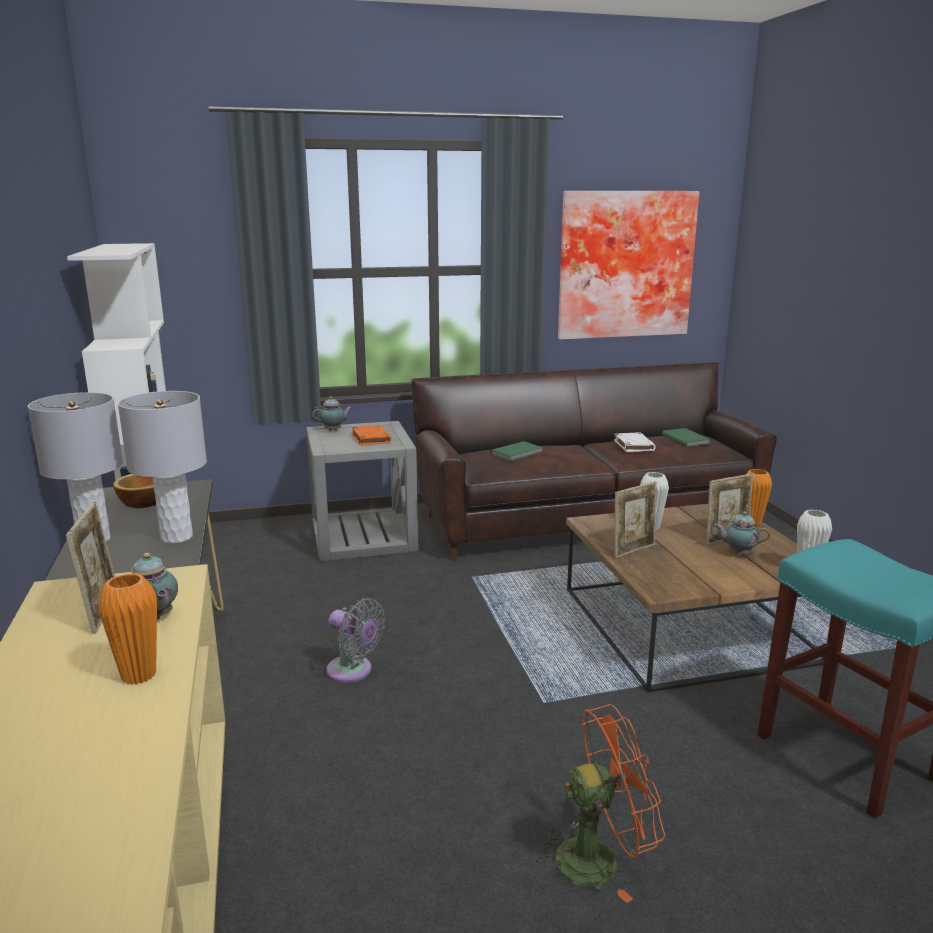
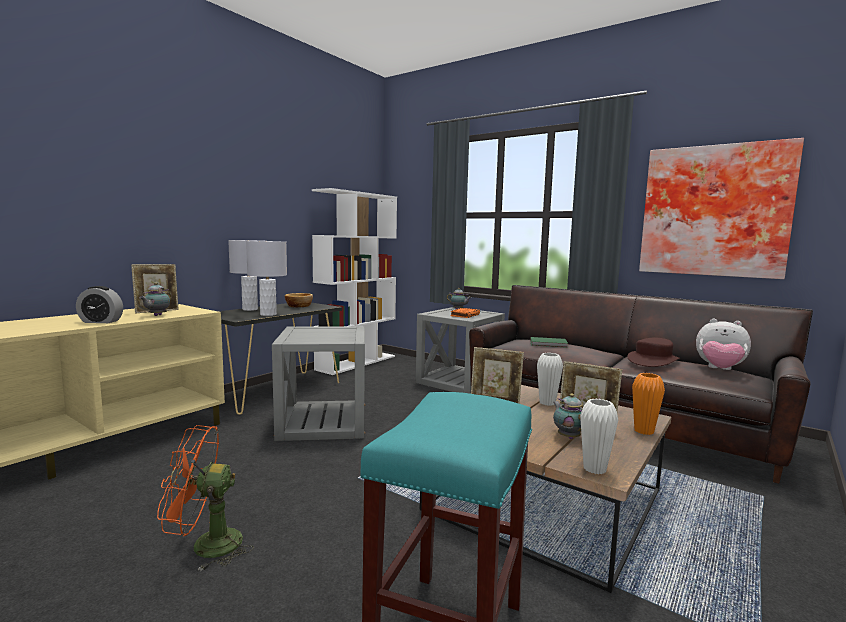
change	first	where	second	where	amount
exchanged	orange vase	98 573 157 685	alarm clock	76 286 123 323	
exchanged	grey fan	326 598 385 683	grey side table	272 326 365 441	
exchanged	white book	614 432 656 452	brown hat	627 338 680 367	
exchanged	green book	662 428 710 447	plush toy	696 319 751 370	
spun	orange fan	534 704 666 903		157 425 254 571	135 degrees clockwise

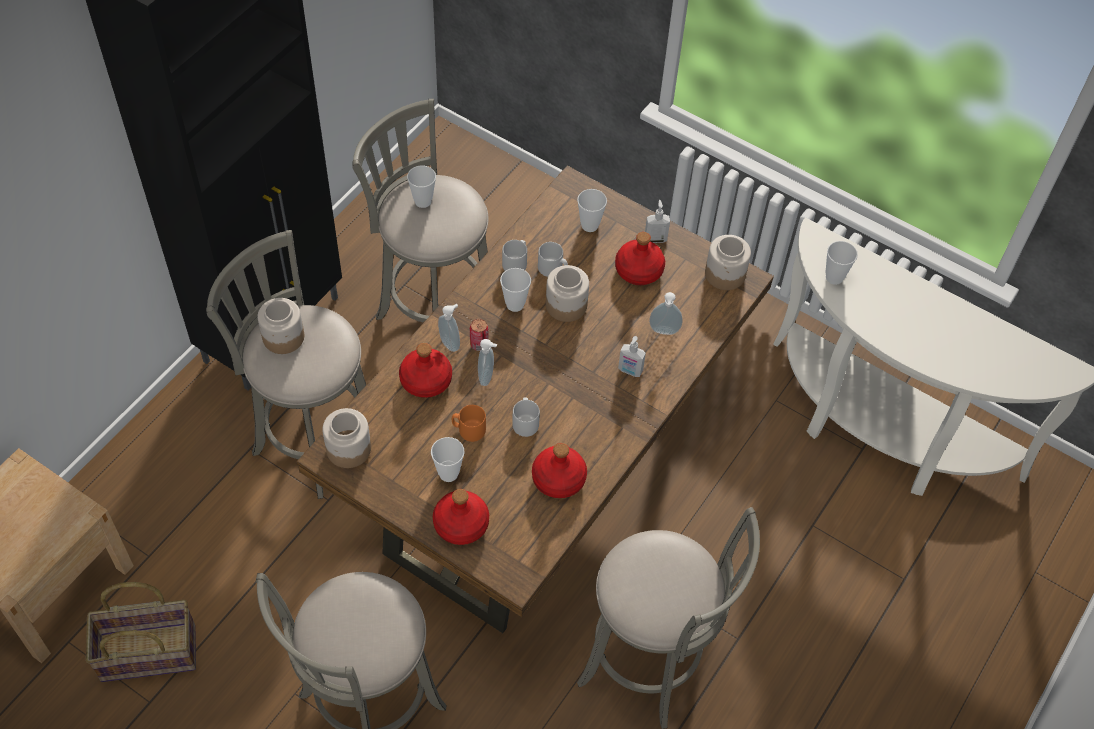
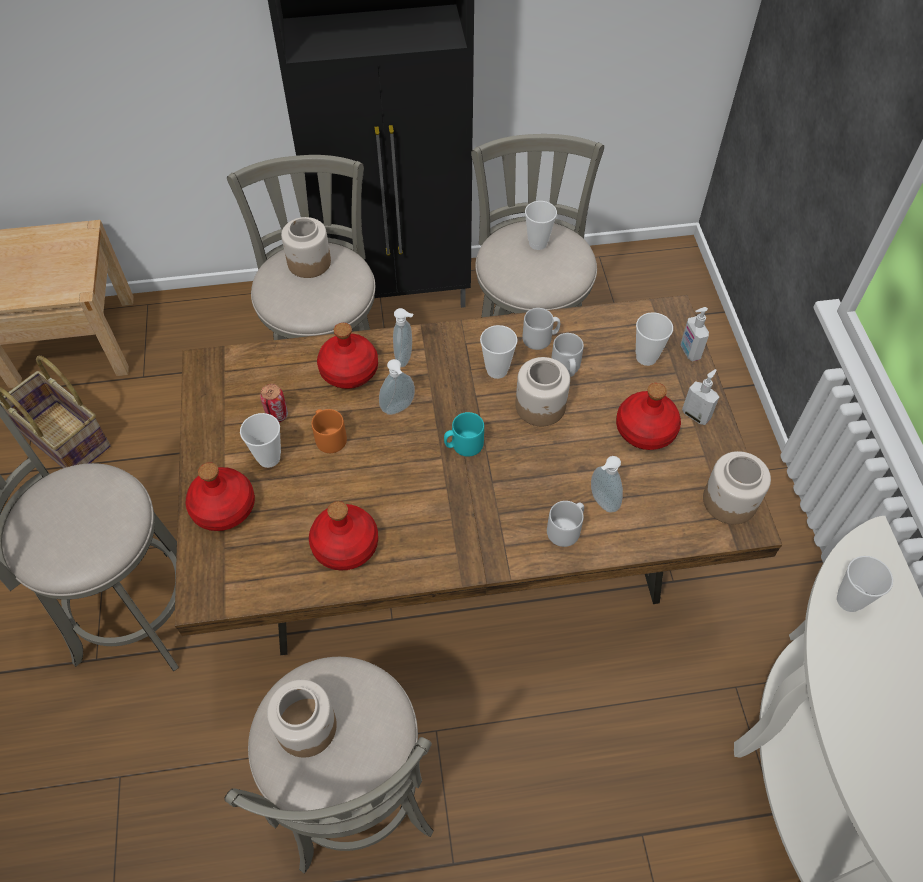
change	first	where	second	where	amount
appeared			turquoise mug	444 412 484 457	
relocated	jar	322 408 371 468		267 679 337 757	
relocated	can	470 319 489 351		260 384 288 423	
relocated	grey mug	512 397 540 437		547 501 584 547	
relocated	soap dispenser	618 336 646 377		681 307 709 362	

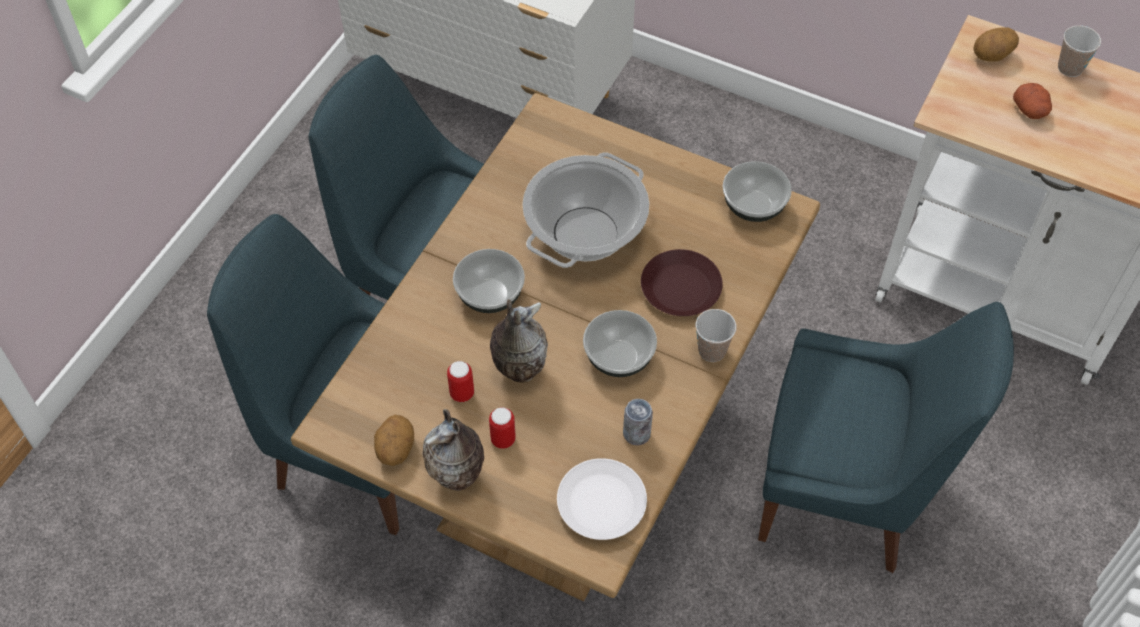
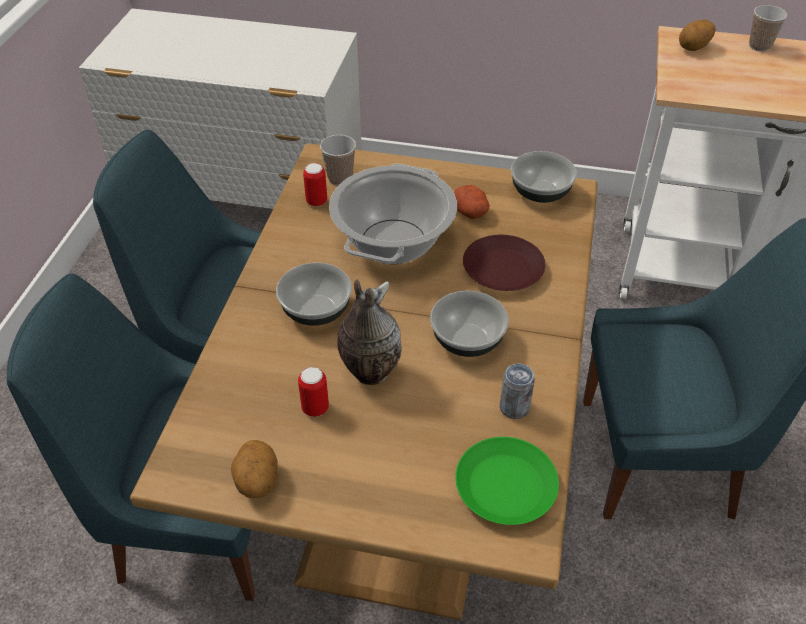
change	first	where	second	where	amount
missing	vase	422 409 484 491			
relocated	can	489 407 516 449		303 163 327 206	
relocated	cup	695 309 737 362		320 135 356 185	
relocated	potato	1013 83 1052 119		454 185 490 219	
colour	white plate	557 458 647 540	green plate	455 437 559 525	

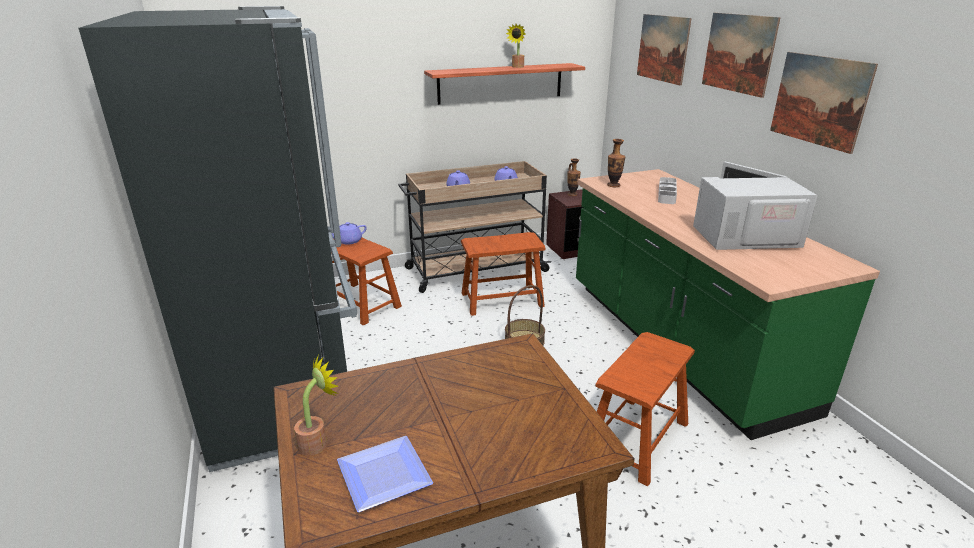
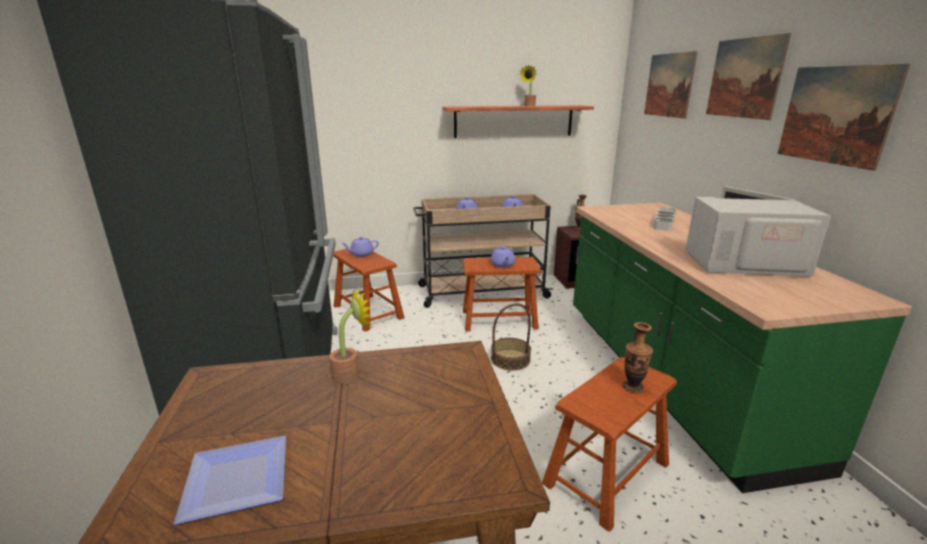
change	first	where	second	where	amount
appeared			purple teapot	491 246 515 267	
relocated	potted plant	294 355 339 456		330 287 372 383	
relocated	vase	607 139 625 187		623 322 653 393	

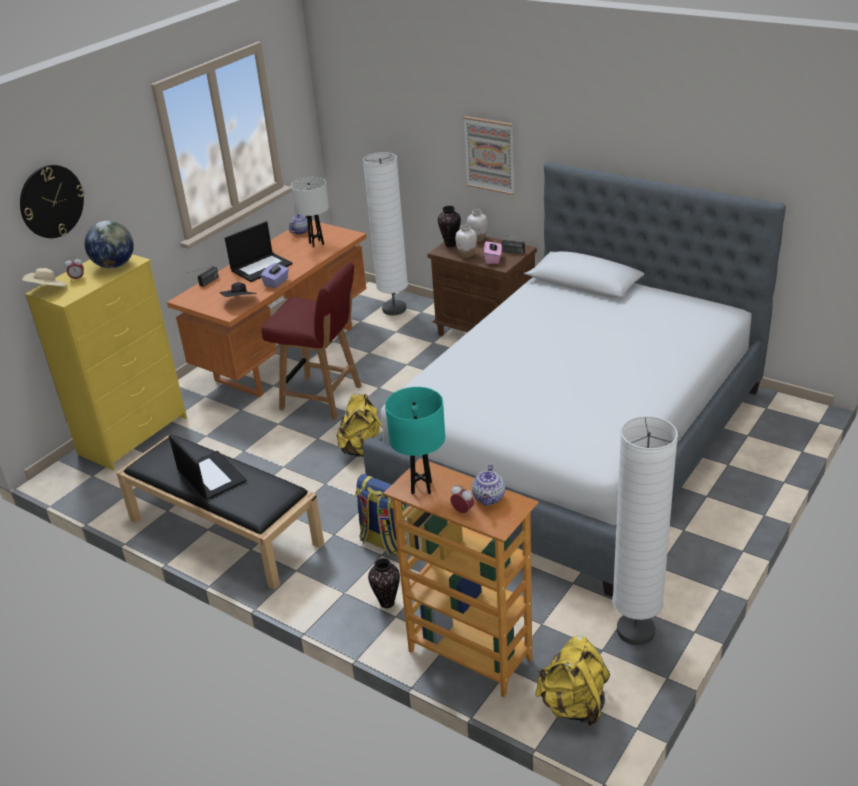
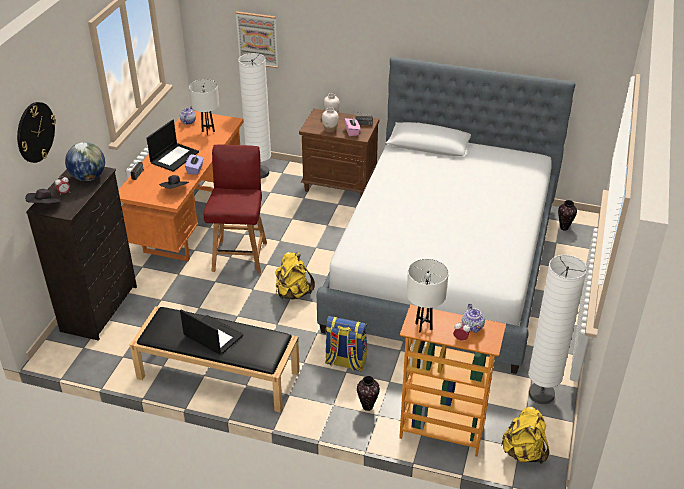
change	first	where	second	where	amount
relocated	vase	438 206 461 247		558 200 577 231	
relocated	picture	463 116 515 195		235 11 278 68	
colour	beige hat	22 268 68 287	black hat	25 189 62 204	
colour	yellow dresser	25 254 187 470	black dresser	26 167 137 341	
colour	turquoise table lamp	385 387 445 494	white table lamp	407 259 449 332	
spun	red chair	261 262 362 420		204 145 267 274	90 degrees counterclockwise

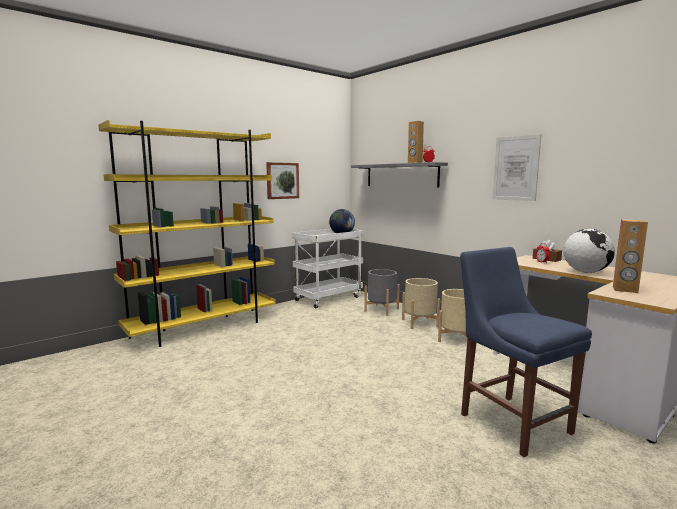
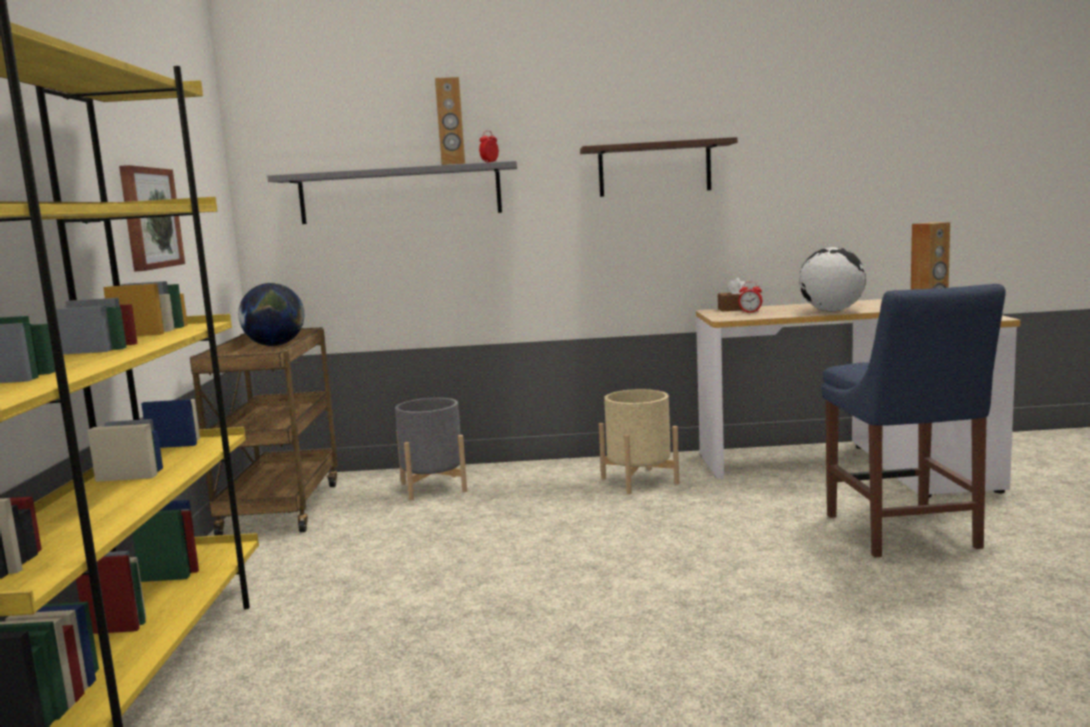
change	first	where	second	where	amount
missing	beige planter	402 278 440 329			
exchanged	picture	492 134 541 201	shelf	580 137 738 197	
colour	white cart	292 229 364 308	brown cart	190 327 338 536	
spun	blue chair	460 247 592 457		821 284 1006 557	105 degrees counterclockwise

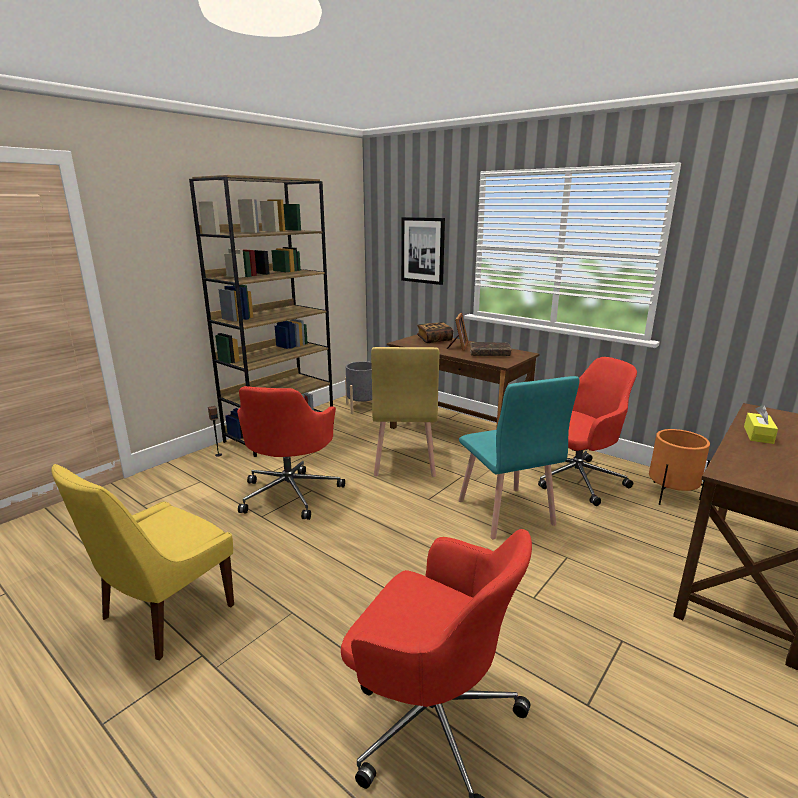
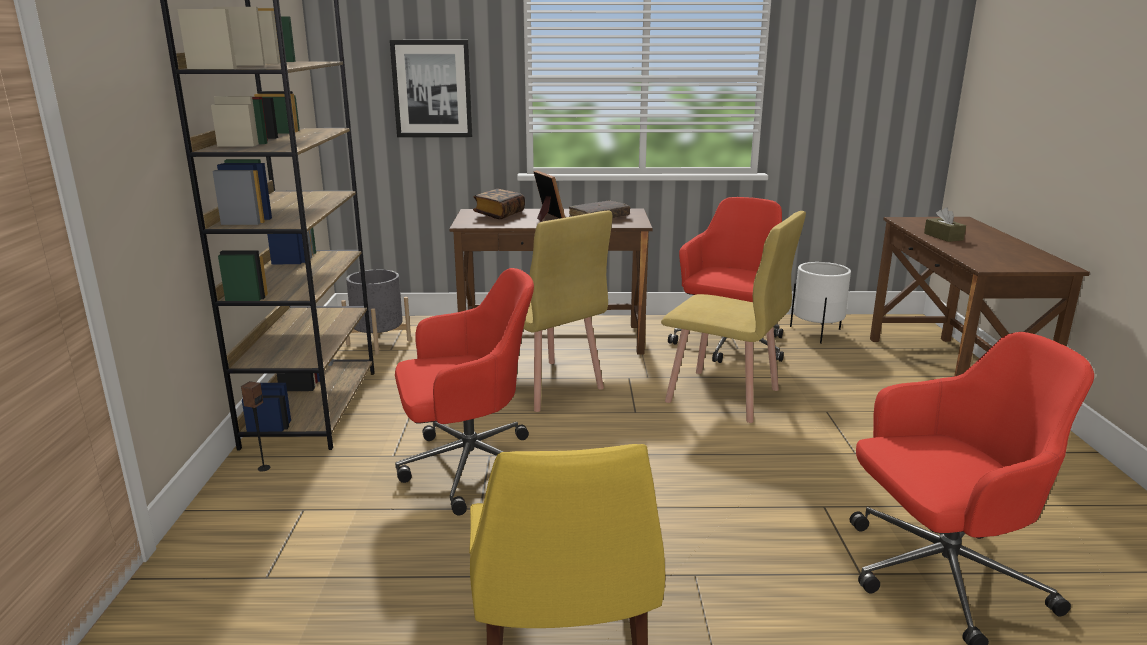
change	first	where	second	where	amount
colour	turquoise chair	458 376 580 539	yellow chair	661 211 806 423	
colour	orange planter	649 429 710 505	white planter	790 262 851 344	
colour	yellow tissue box	744 405 778 444	brown tissue box	924 207 966 242	
spun	red office chair	237 386 345 520		395 268 534 516	75 degrees counterclockwise

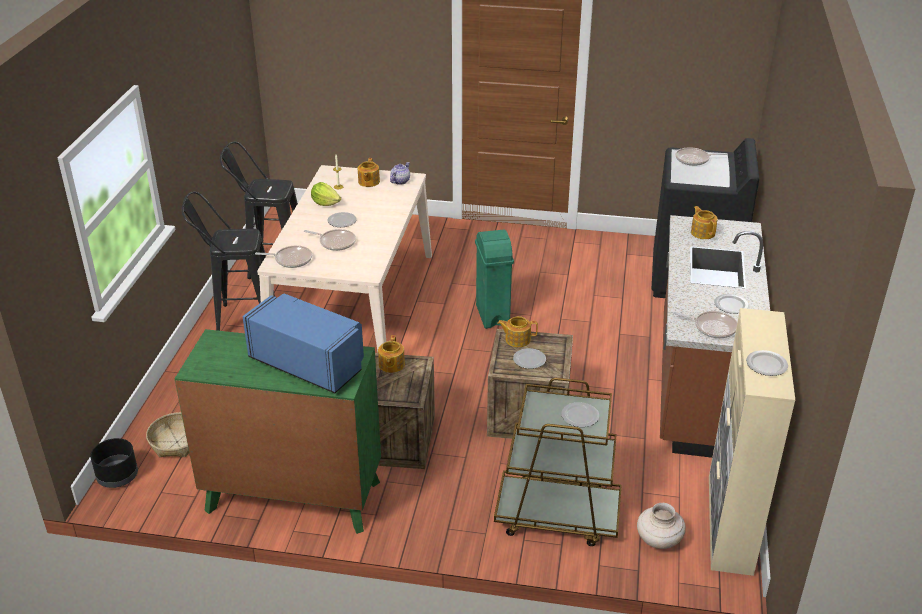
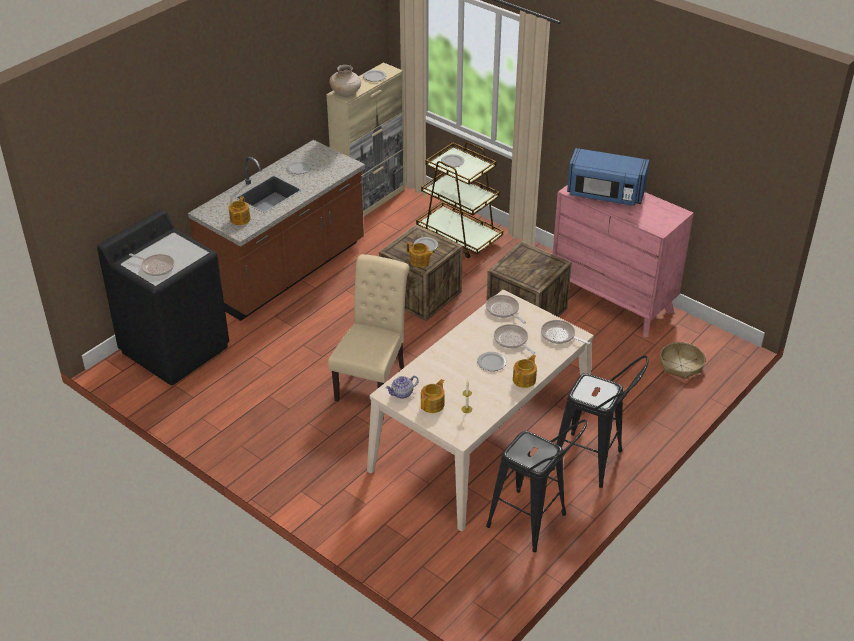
change	first	where	second	where	amount
missing	black planter	90 438 138 488			
missing	lettuce	311 182 341 206			
relocated	teapot	378 335 405 373		513 355 537 388	
relocated	beige vase	637 503 686 549		329 65 361 97	
relocated	frying pan	673 311 737 338		486 295 526 324	
exchanged	green trash can	475 230 514 329	beige chair	328 254 409 402	
colour	green dresser	174 329 381 534	pink dresser	553 185 694 337	
spun	blue microwave	242 294 364 393		567 148 649 206	45 degrees counterclockwise

